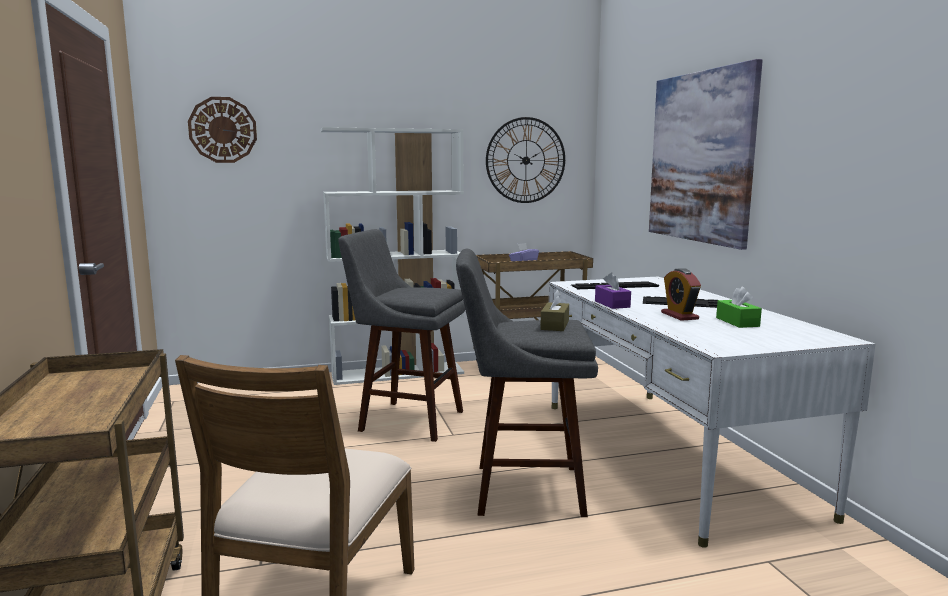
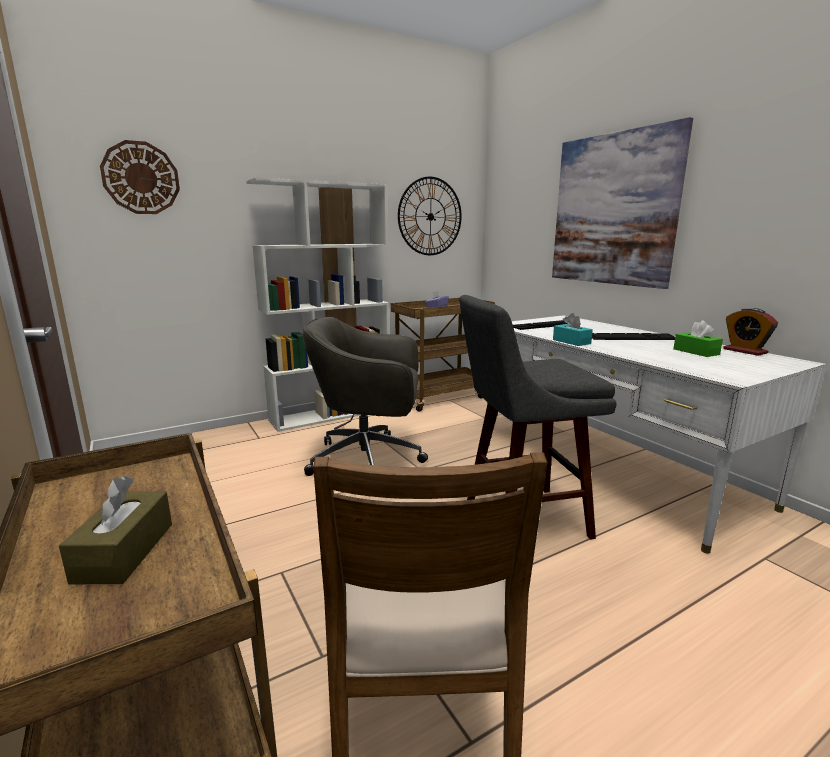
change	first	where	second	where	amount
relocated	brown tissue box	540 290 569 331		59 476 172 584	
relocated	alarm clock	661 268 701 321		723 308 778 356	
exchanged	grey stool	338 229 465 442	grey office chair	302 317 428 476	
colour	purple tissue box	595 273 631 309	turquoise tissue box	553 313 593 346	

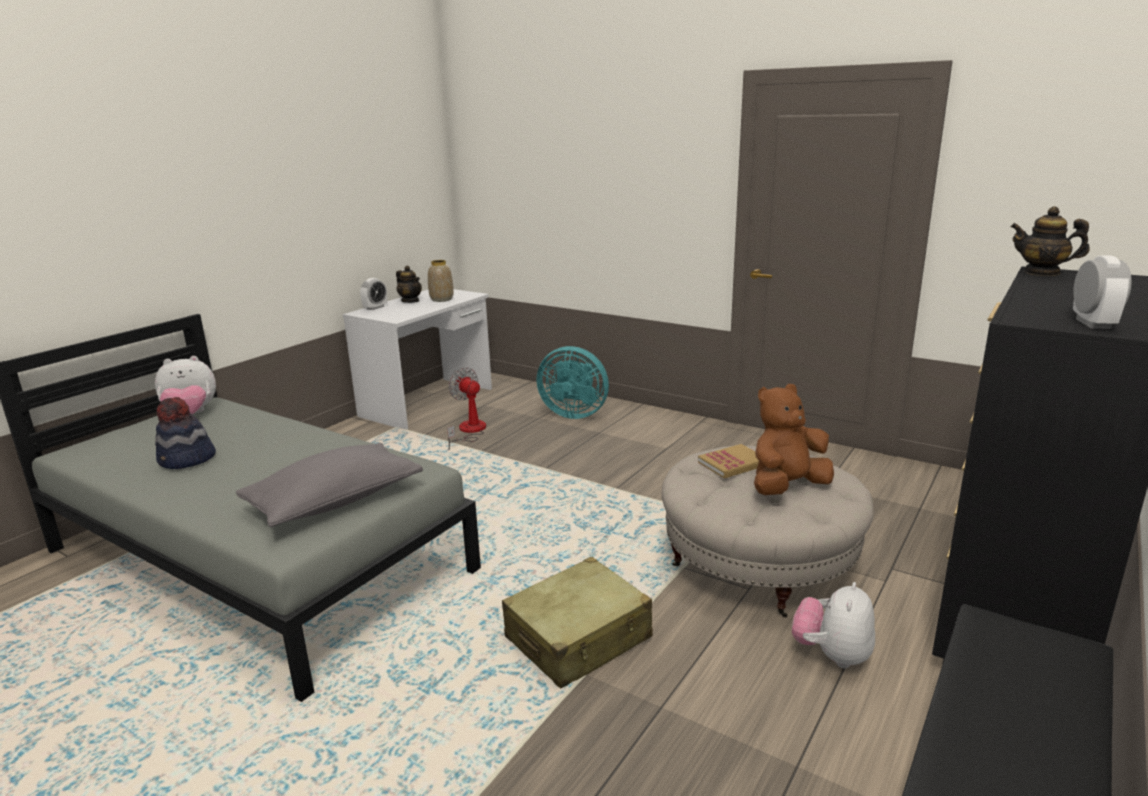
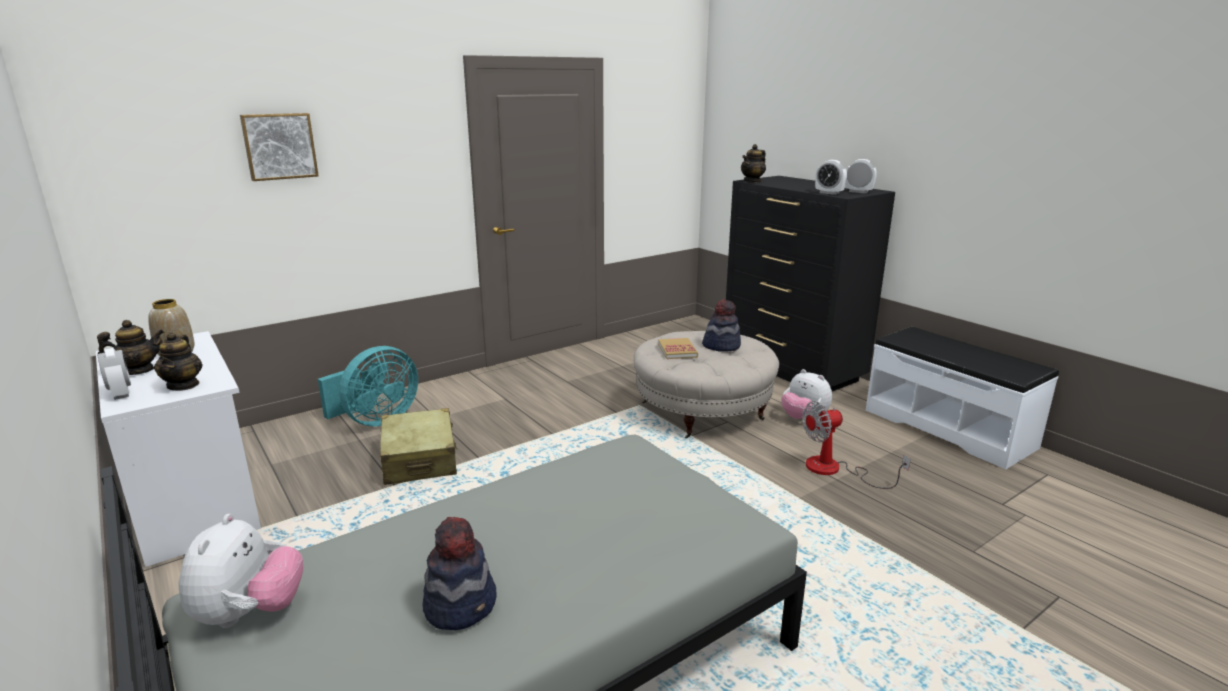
change	first	where	second	where	amount
missing	grey pillow	236 443 423 527			
appeared			teapot	154 332 202 391	
appeared			picture	240 113 319 181	
appeared			alarm clock	815 160 847 195	
relocated	fan	447 367 486 450		802 401 911 489	
relocated	beige suitcase	502 557 653 688		380 408 458 485	
exchanged	brown plush toy	754 384 834 495	hat	702 299 741 352	

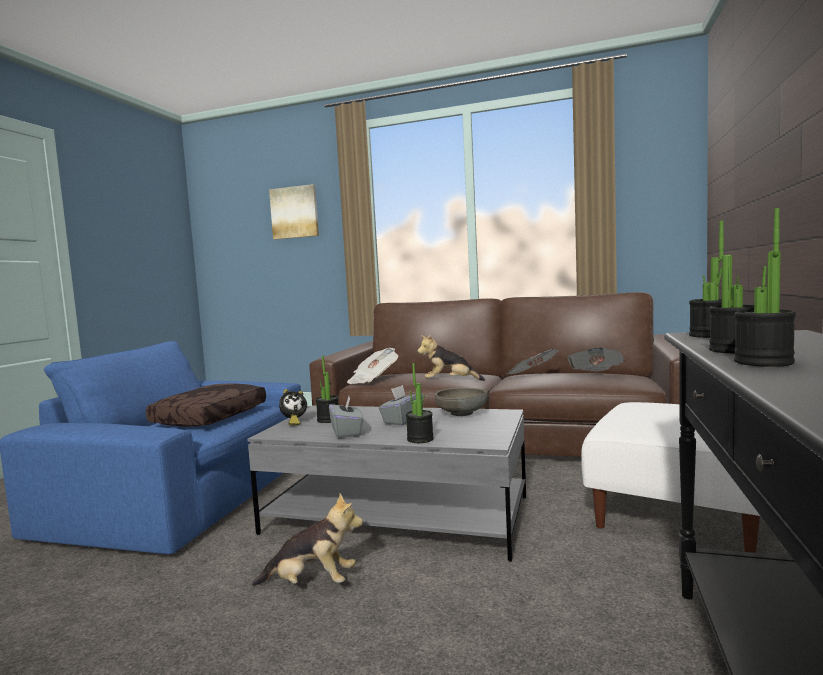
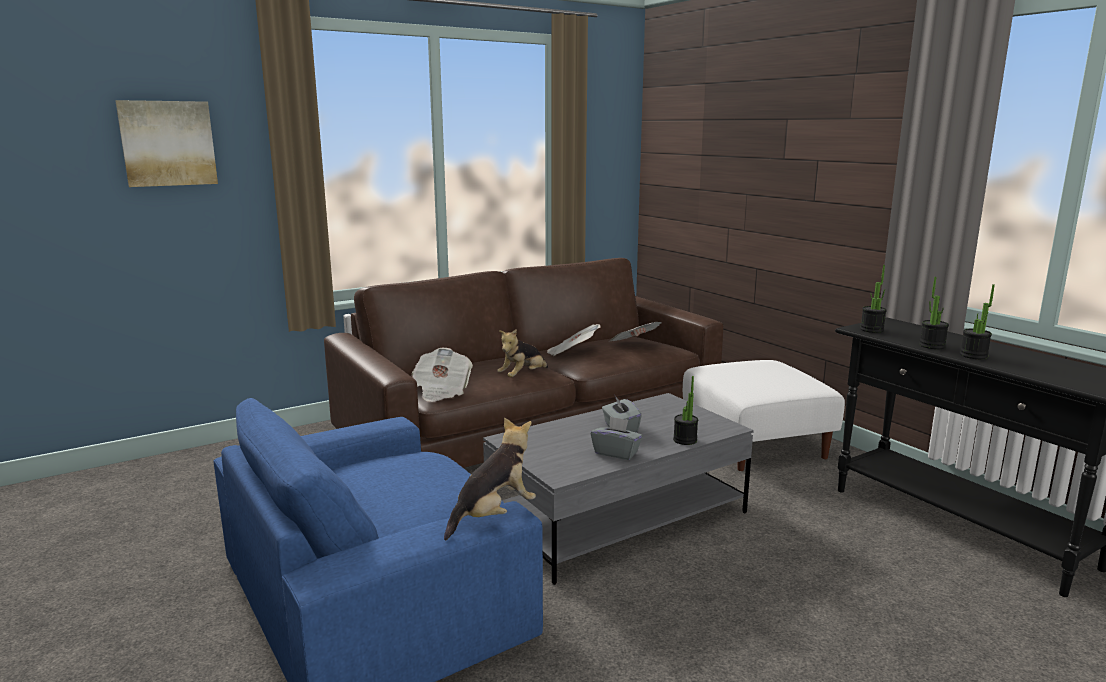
change	first	where	second	where	amount
missing	brown pillow	146 384 266 426			
missing	alarm clock	279 389 307 426			
missing	potted plant	316 355 338 423			
missing	grey bowl	435 388 488 416			
relocated	plush toy	252 493 363 586		444 417 536 541	

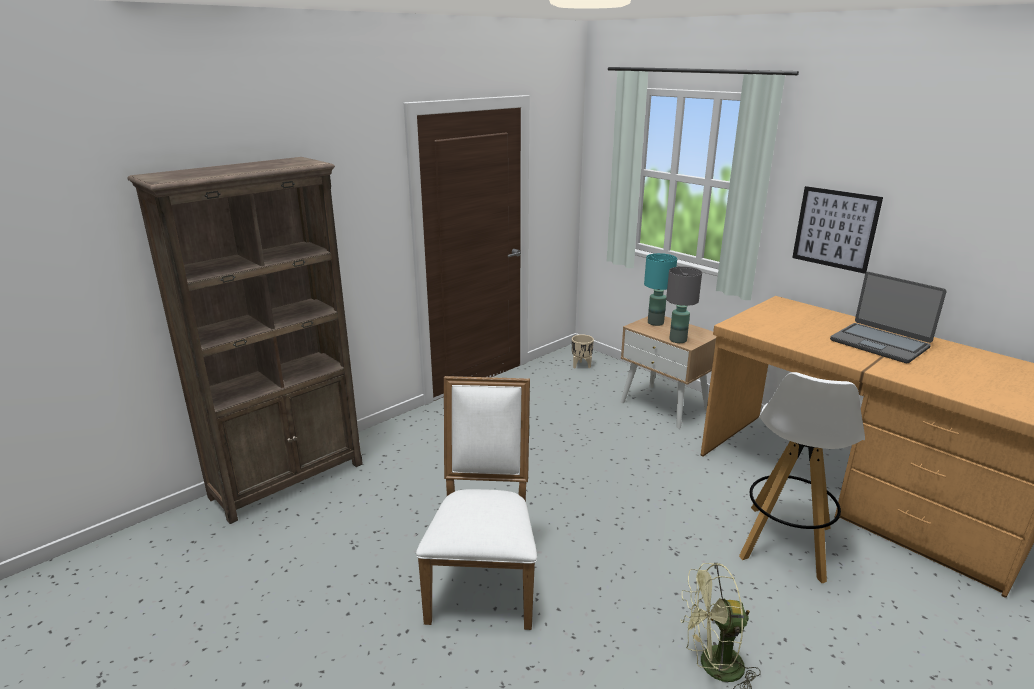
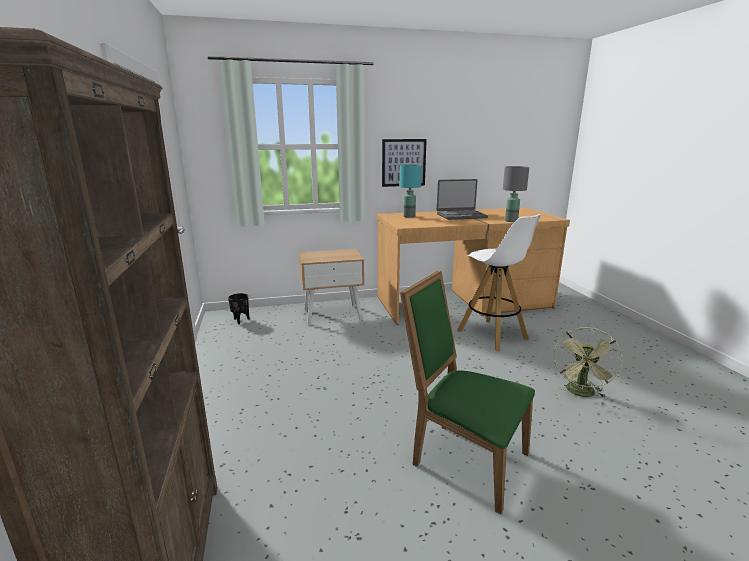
change	first	where	second	where	amount
relocated	turquoise table lamp	644 253 677 326		399 165 422 218	
relocated	grey table lamp	666 266 702 343		503 166 529 222	
colour	white chair	416 376 537 630	green chair	400 271 535 514	
colour	beige planter	572 335 594 369	black planter	228 293 249 324	

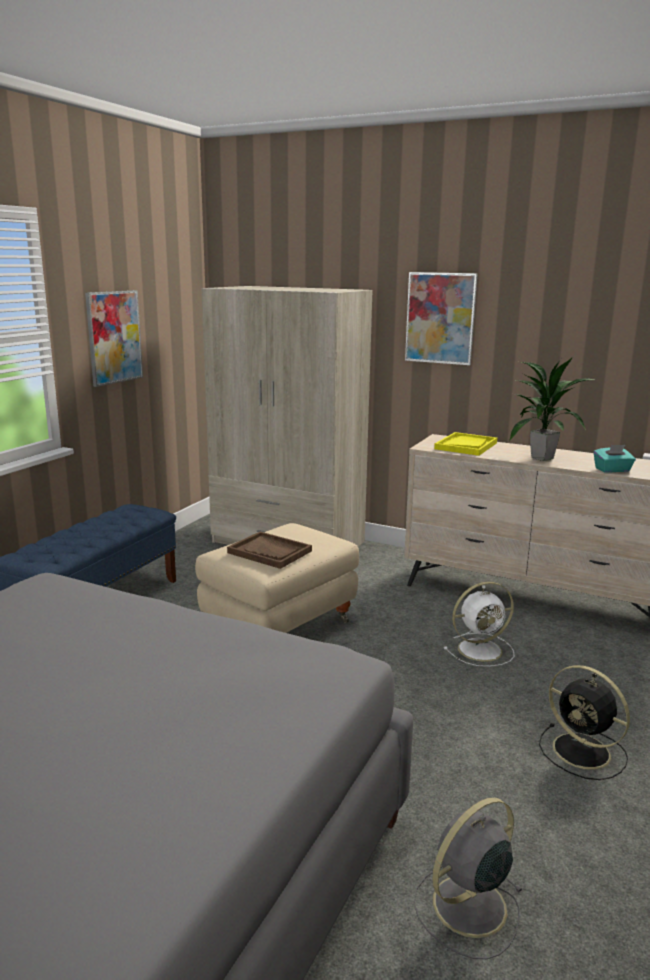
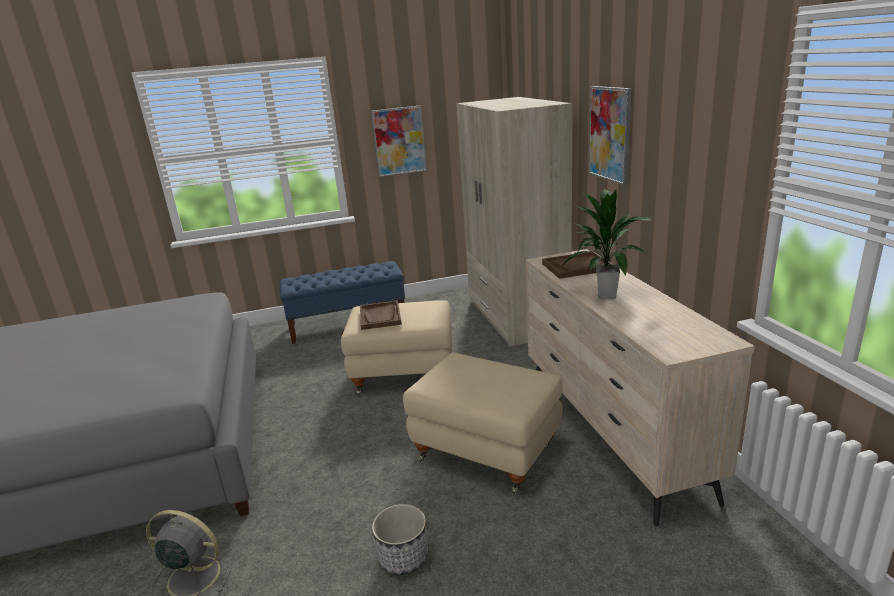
change	first	where	second	where	amount
missing	turquoise tissue box	594 445 636 473			
exchanged	white fan	444 582 514 667	beige ottoman	403 352 563 494	
exchanged	black fan	539 665 630 780	planter	372 504 428 575	
colour	yellow tray	434 432 497 456	brown tray	542 251 613 279	

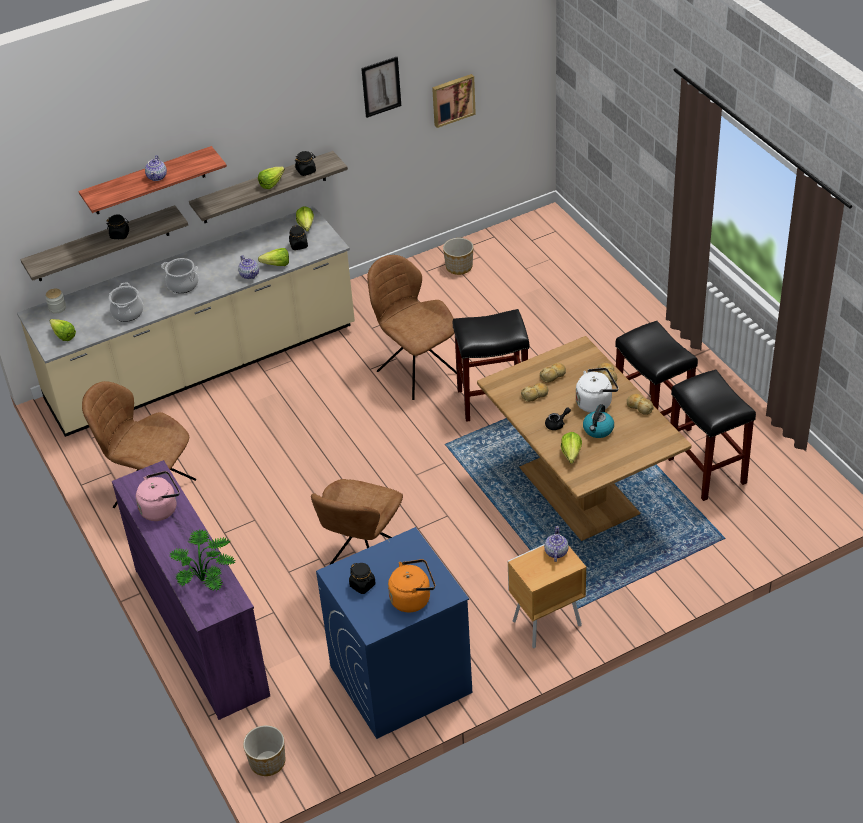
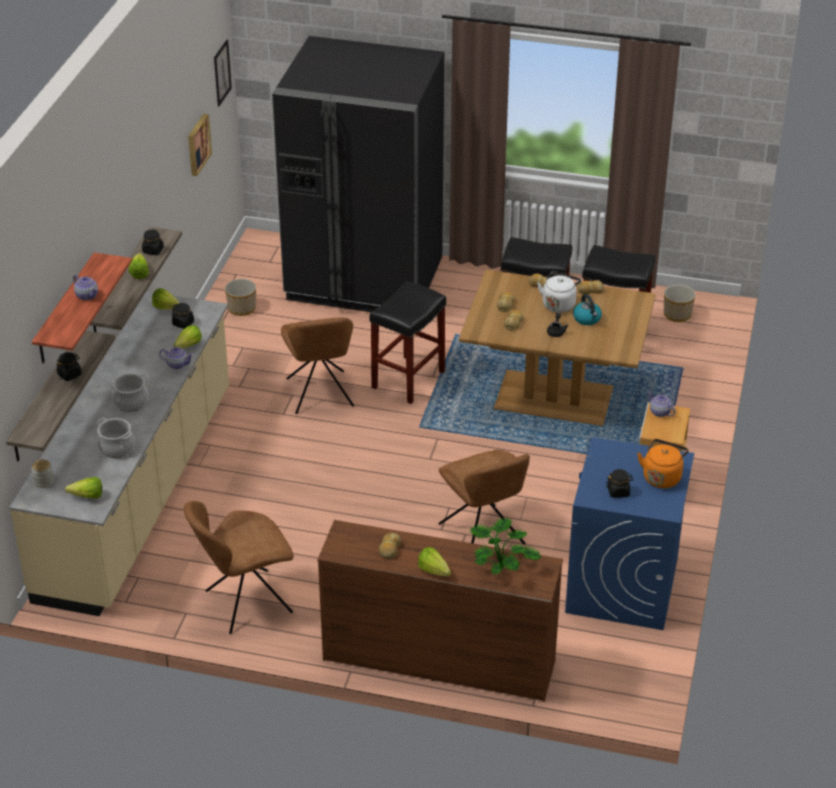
change	first	where	second	where	amount
appeared			black fridge	272 36 444 312	
relocated	planter	243 725 286 776		664 285 696 322	
relocated	picture	361 57 401 118		214 40 232 106	
relocated	lettuce	561 432 582 464		418 547 451 577	
exchanged	pink kettle	136 471 180 521	bread	379 533 401 559	
colour	purple dresser	112 460 270 720	brown dresser	318 520 563 702	
spun	brown chair	367 255 457 400		281 317 354 414	105 degrees counterclockwise

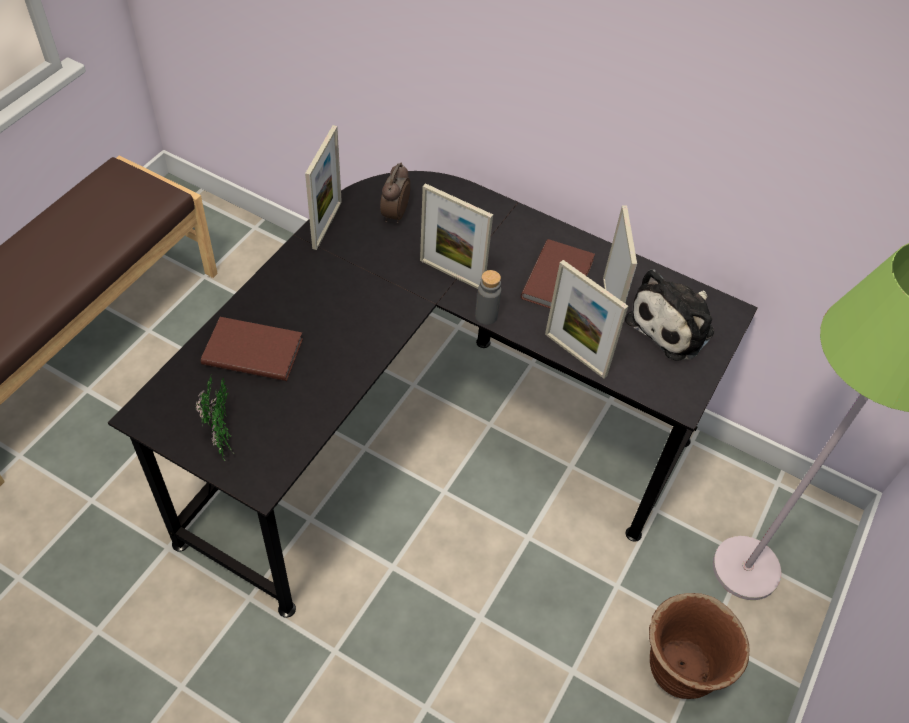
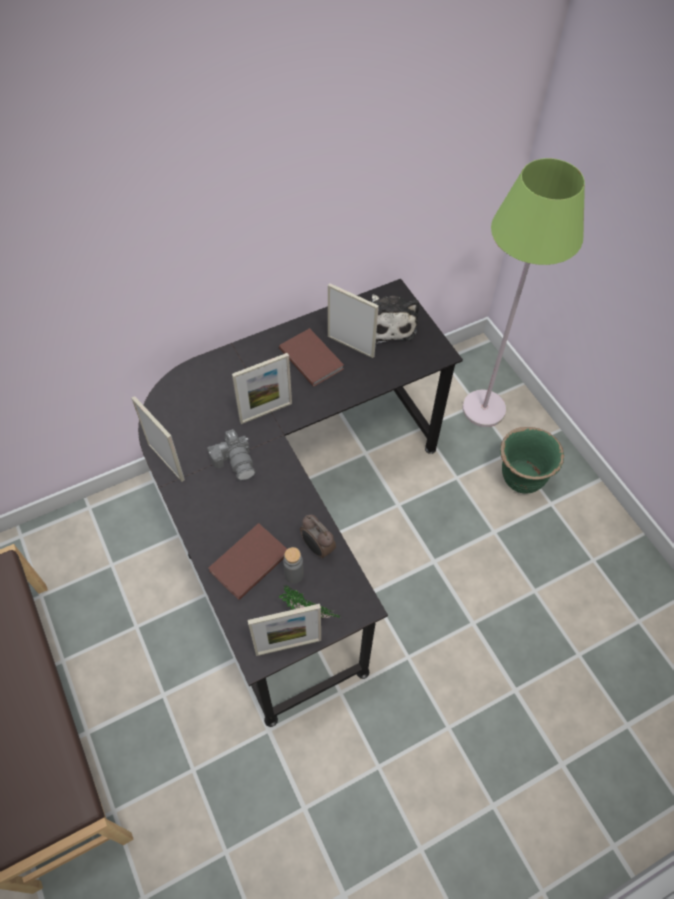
change	first	where	second	where	amount
appeared			photo camera	207 429 256 481	
relocated	alarm clock	380 163 410 224		300 515 336 559	
relocated	grey bottle	475 270 501 325		283 547 304 584	
relocated	picture frame	545 260 628 379		248 604 321 656	
colour	brown planter	649 593 750 699	green planter	500 427 564 494	

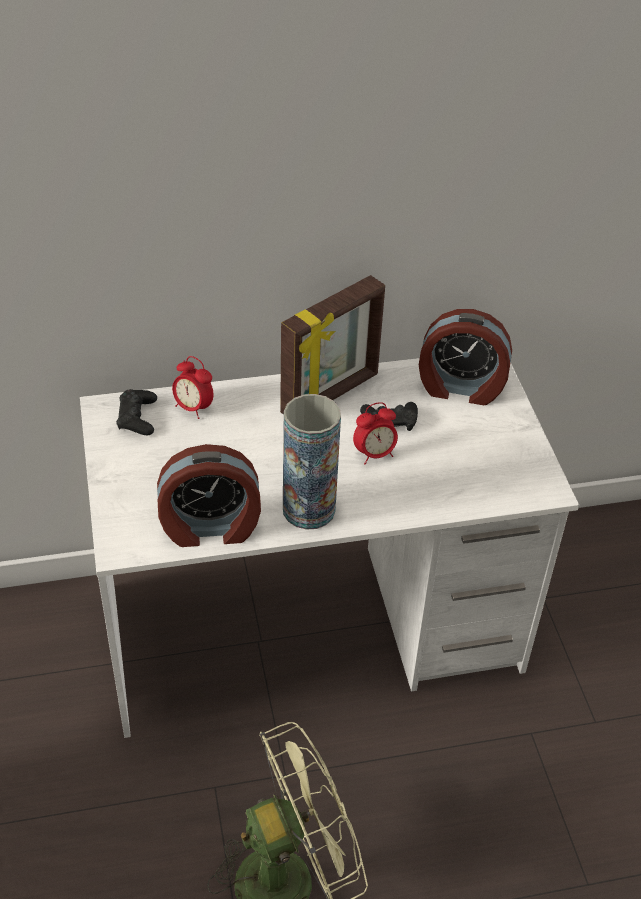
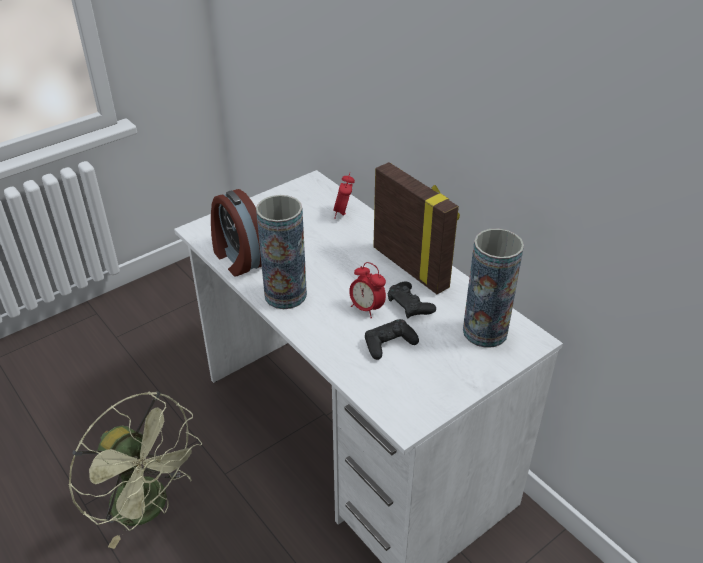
change	first	where	second	where	amount
relocated	black game controller	116 389 157 435		365 319 419 360	
exchanged	alarm clock	419 309 512 405	vase	463 229 524 348	
spun	picture frame	280 275 385 415		373 162 460 294	150 degrees counterclockwise

